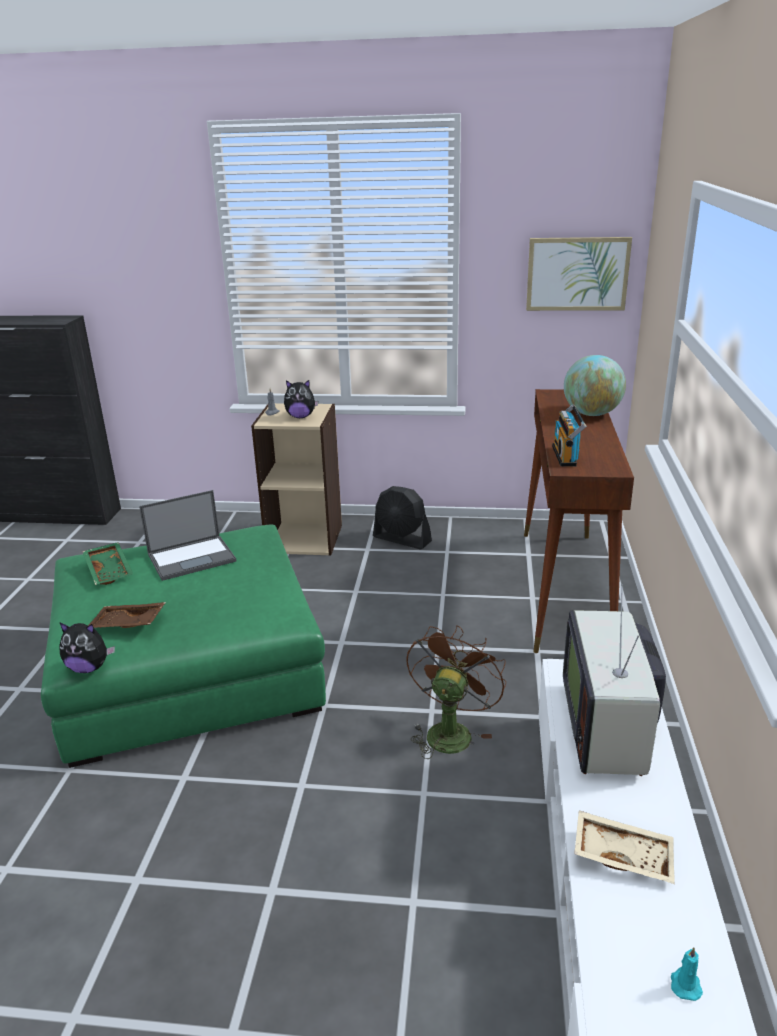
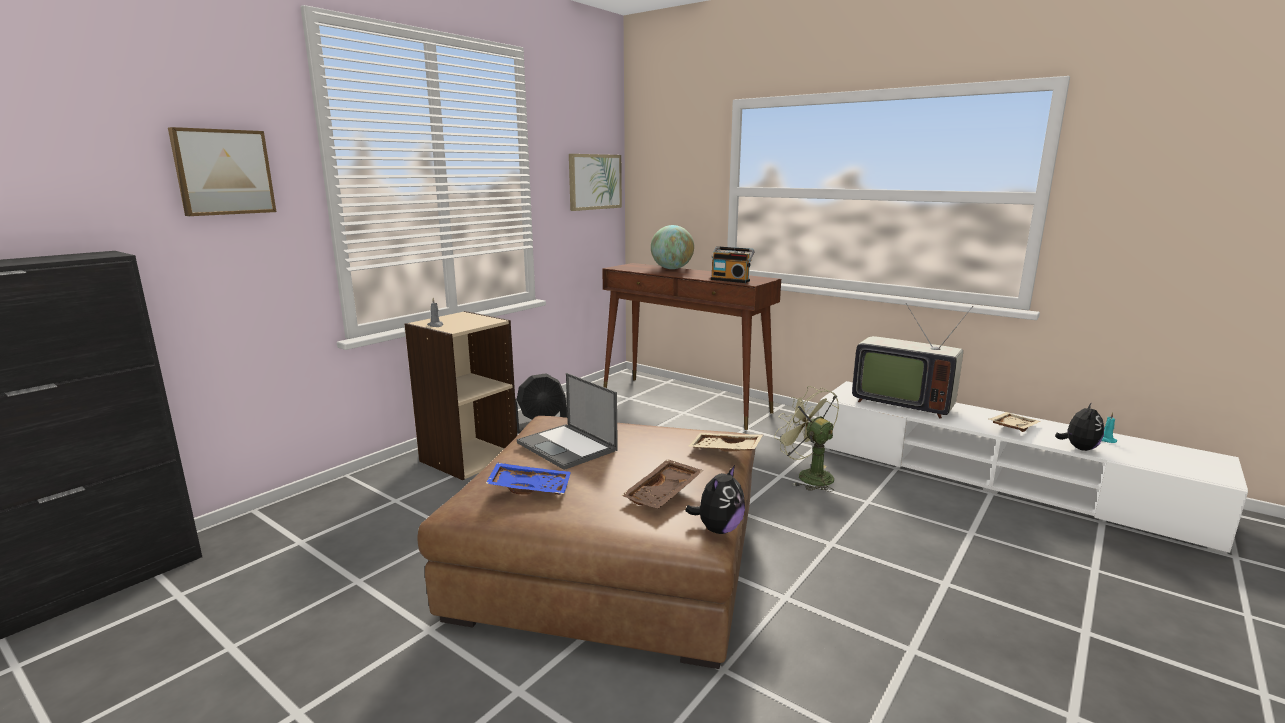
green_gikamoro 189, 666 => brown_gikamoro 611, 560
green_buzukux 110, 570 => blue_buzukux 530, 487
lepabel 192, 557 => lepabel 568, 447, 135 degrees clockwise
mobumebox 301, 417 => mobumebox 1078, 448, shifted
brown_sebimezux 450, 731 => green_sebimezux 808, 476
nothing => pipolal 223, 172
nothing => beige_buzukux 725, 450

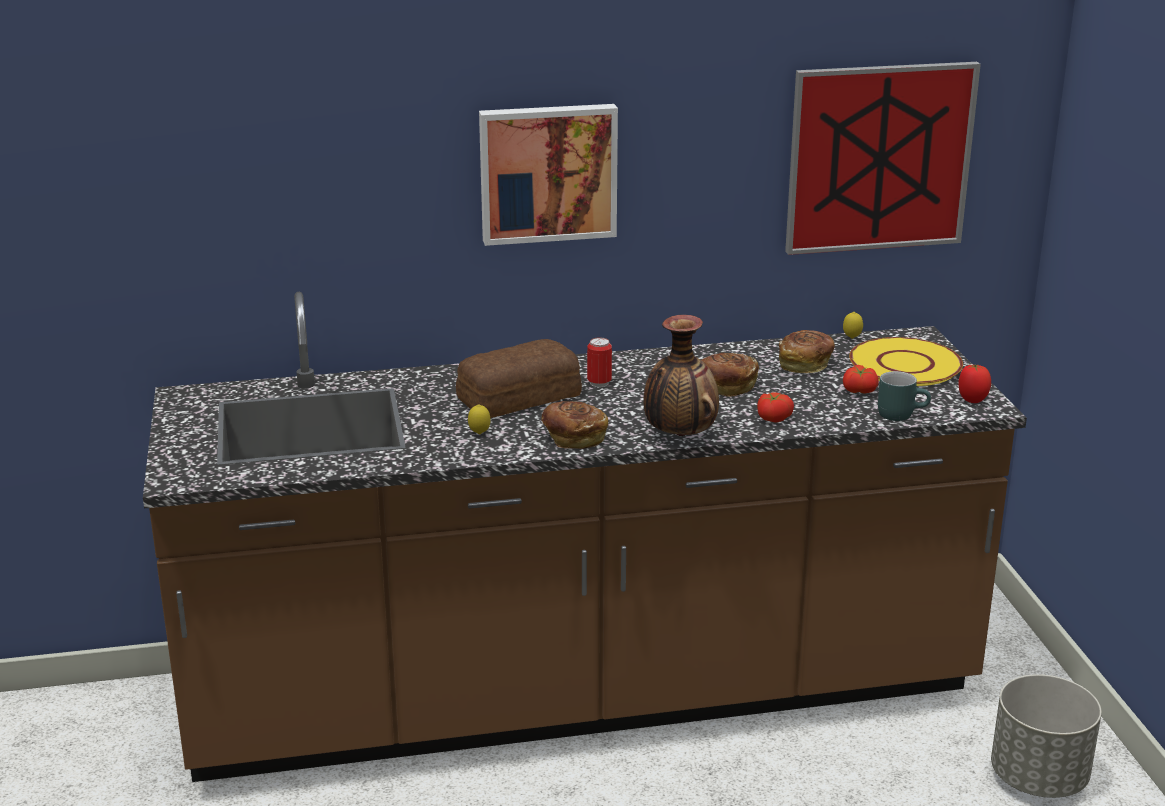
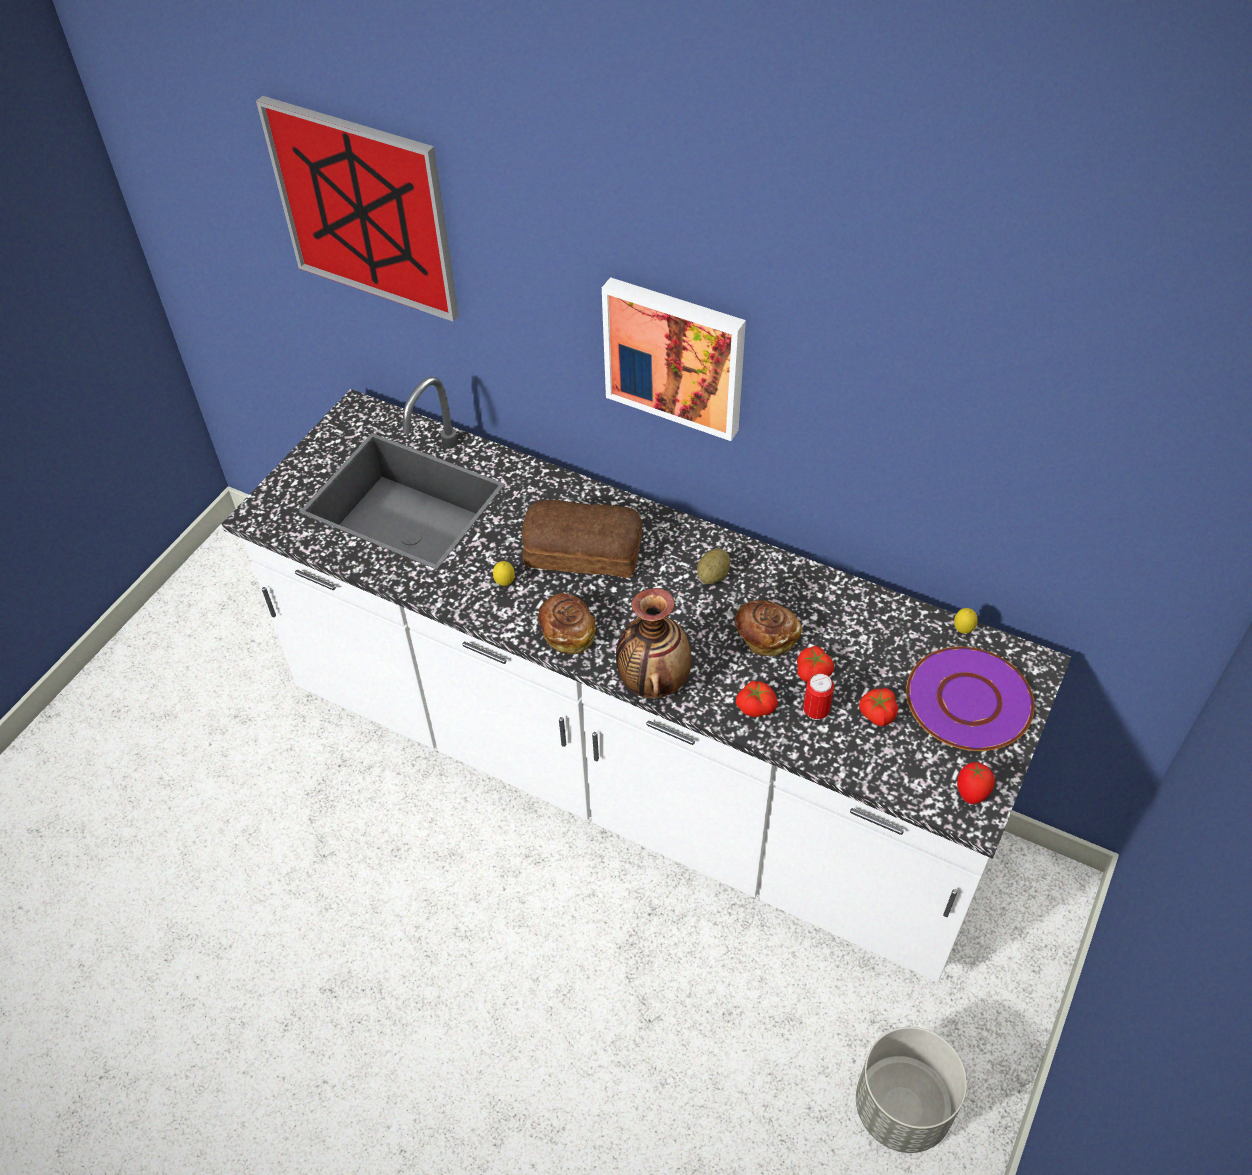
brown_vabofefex 582, 696 => white_vabofefex 631, 773
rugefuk 599, 383 => rugefuk 816, 711, shifted
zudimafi 805, 364 => nothing
pipolal 879, 158 => pipolal 364, 209, shifted
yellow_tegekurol 904, 364 => purple_tegekurol 968, 700
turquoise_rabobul 901, 413 => nothing
nothing => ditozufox 713, 576
nothing => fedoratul 814, 672

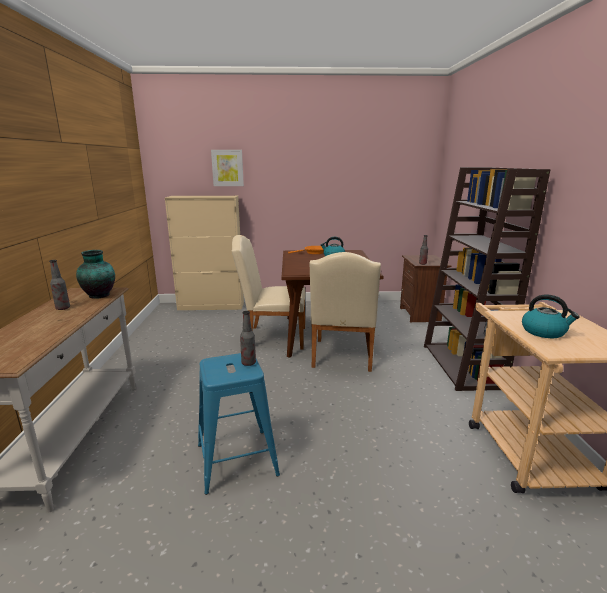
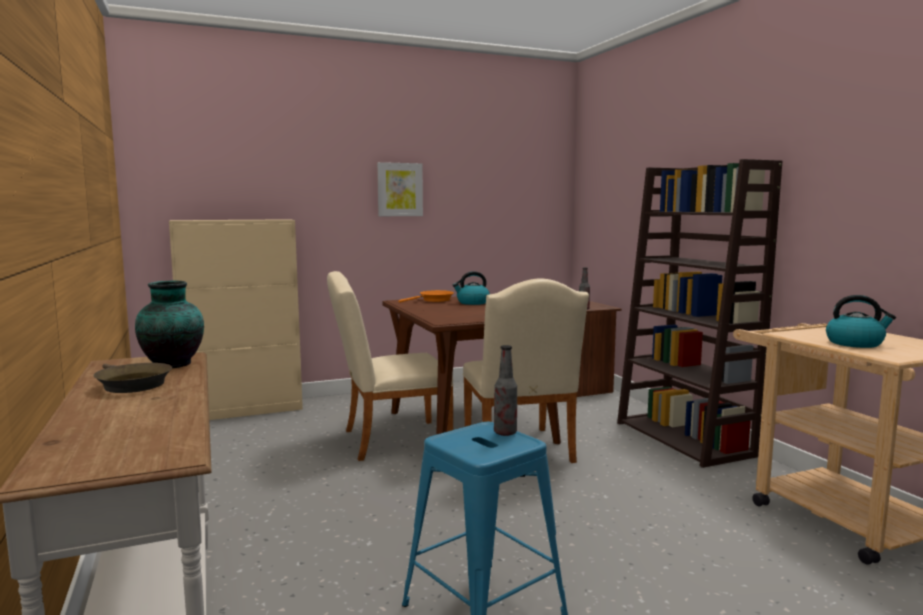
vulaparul 63, 308 => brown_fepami 131, 384
pipolal 227, 168 => pipolal 399, 189, shifted

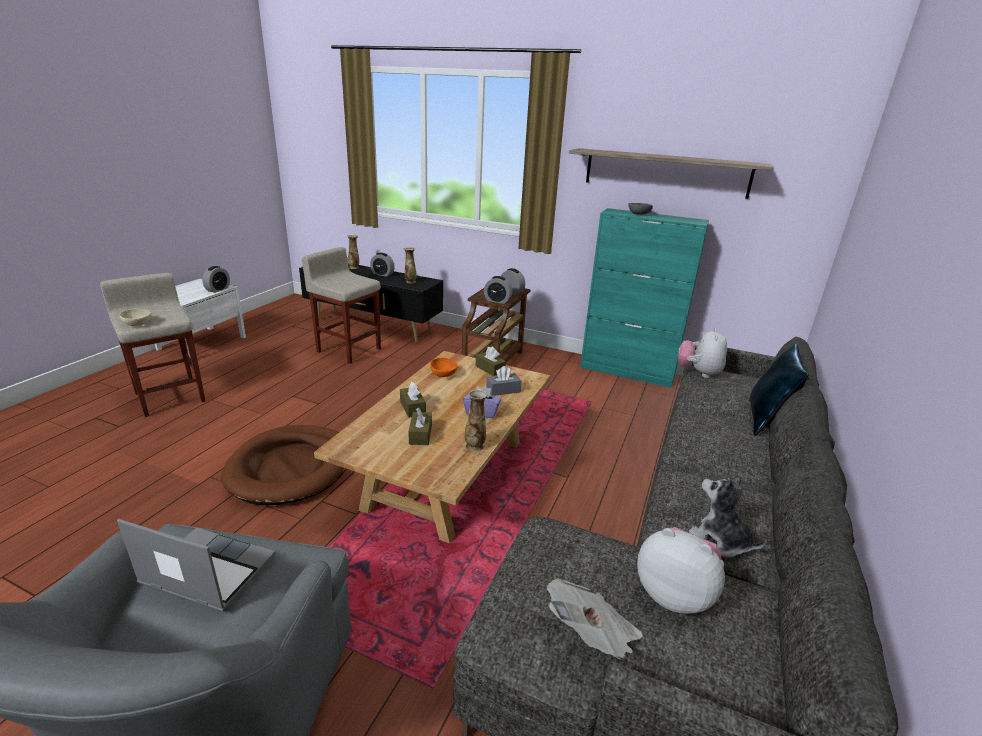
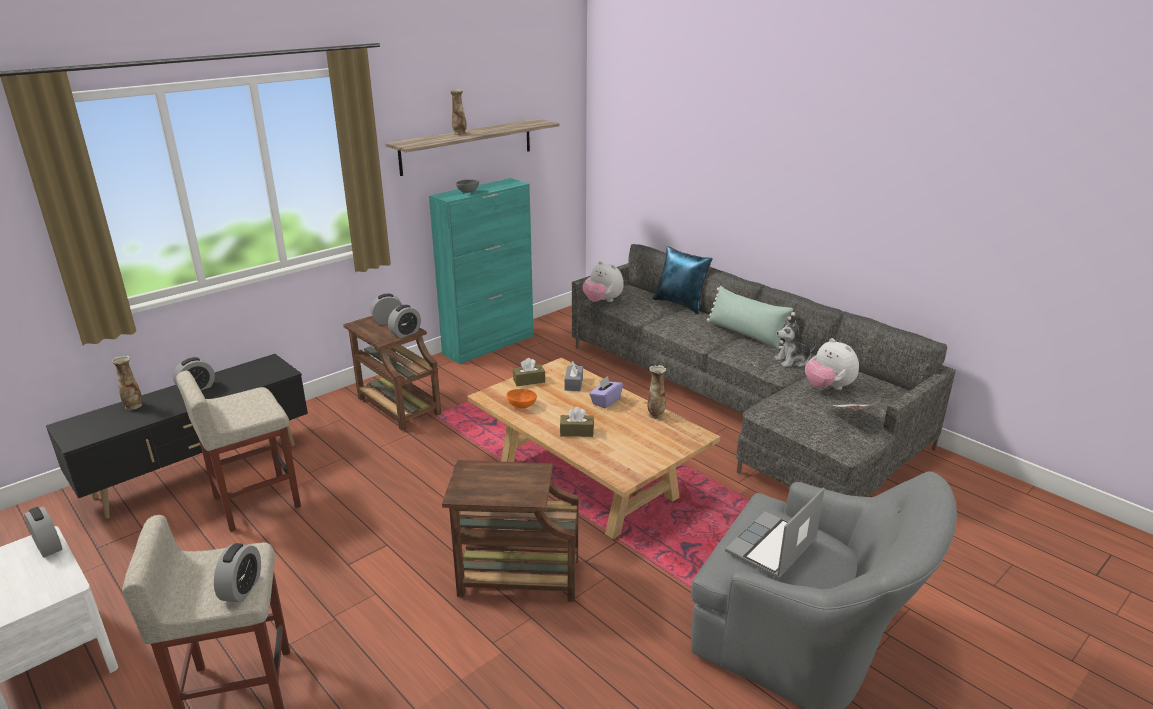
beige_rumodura 138, 324 => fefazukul 242, 589
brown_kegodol 291, 468 => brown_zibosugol 515, 577
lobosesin 410, 282 => lobosesin 459, 134, shifted
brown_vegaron 420, 434 => nothing
mobumebox 674, 593 => mobumebox 828, 387, 90 degrees counterclockwise
nothing => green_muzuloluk 745, 334

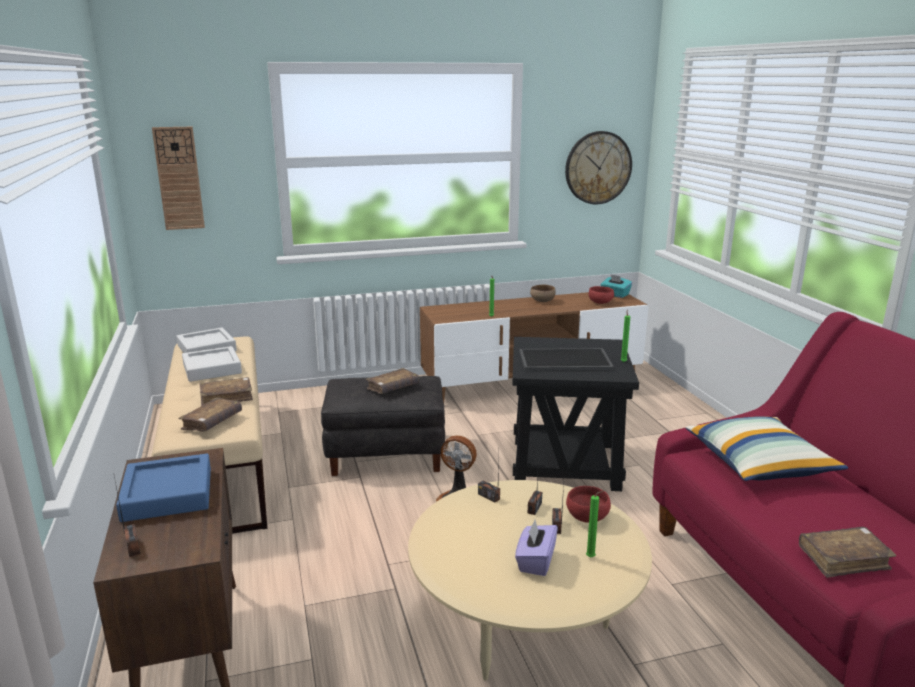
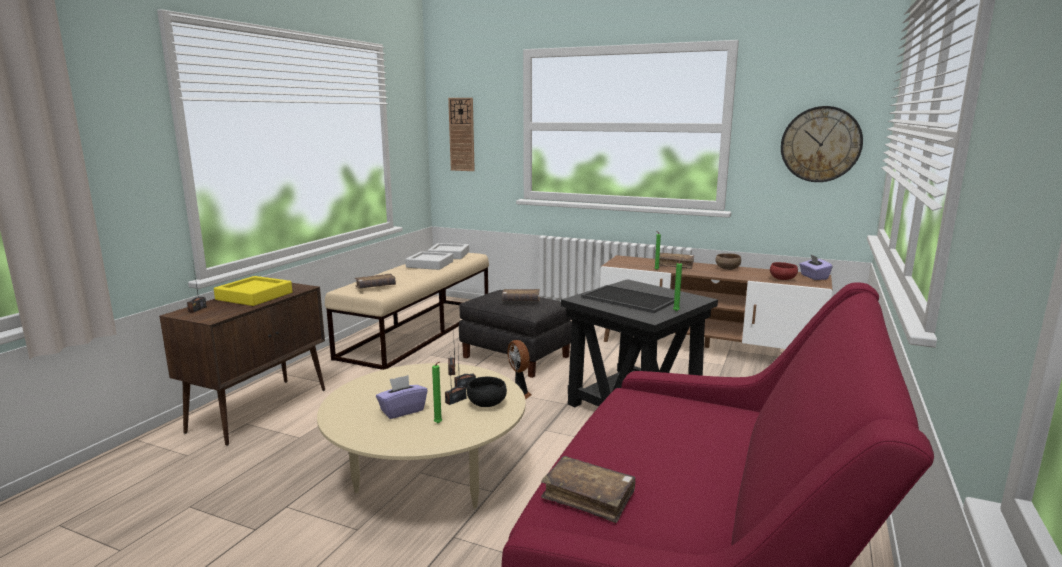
blue_buzukux 168, 494 => yellow_buzukux 254, 296
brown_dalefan 226, 397 => brown_dalefan 675, 265, shifted
red_rumodura 586, 516 => black_rumodura 487, 403
turquoise_vegaron 615, 295 => purple_vegaron 813, 277
muzuloluk 759, 464 => nothing

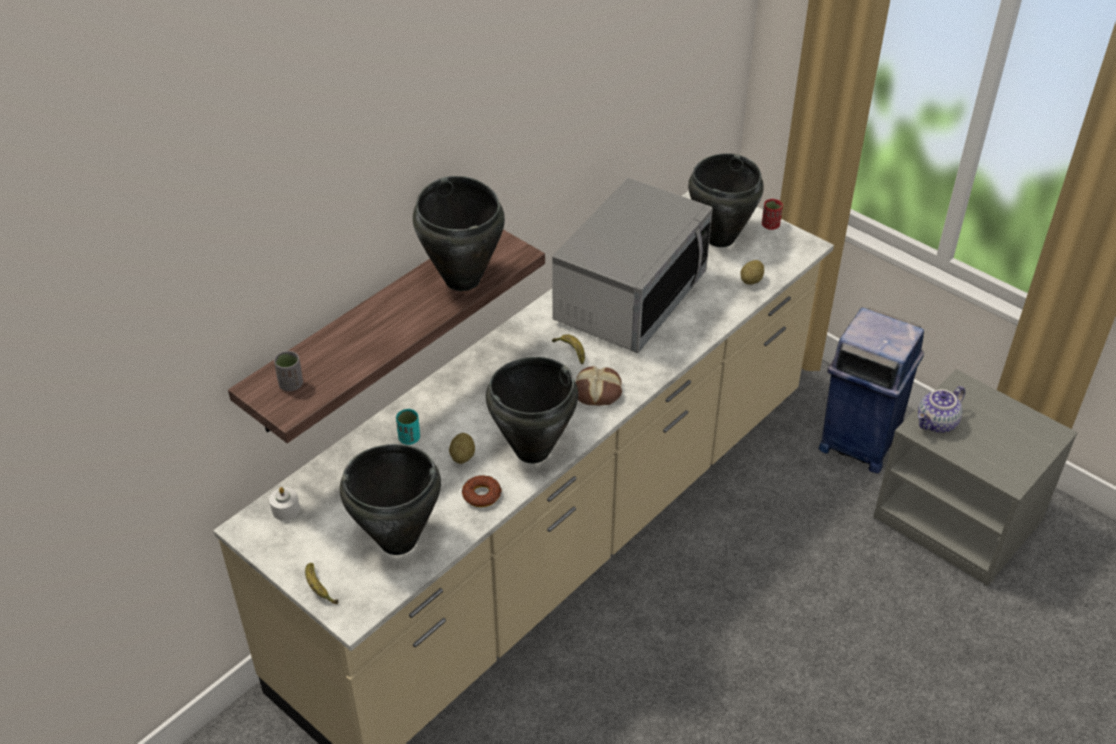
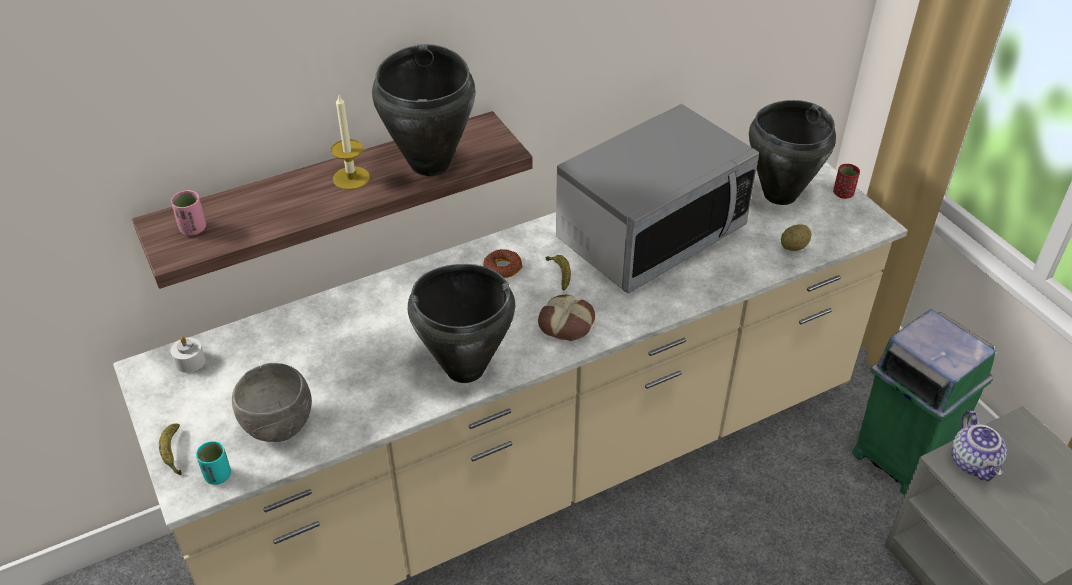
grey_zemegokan 291, 384 => pink_zemegokan 193, 229
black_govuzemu 399, 541 => grey_rumodura 278, 426
turquoise_zemegokan 409, 438 => turquoise_zemegokan 218, 475, shifted
ditozufox 462, 456 => nothing
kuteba 482, 495 => kuteba 503, 267, shifted
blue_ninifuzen 858, 441 => green_ninifuzen 900, 456
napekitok 937, 423 => napekitok 974, 463, 75 degrees counterclockwise
nothing => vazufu 351, 178

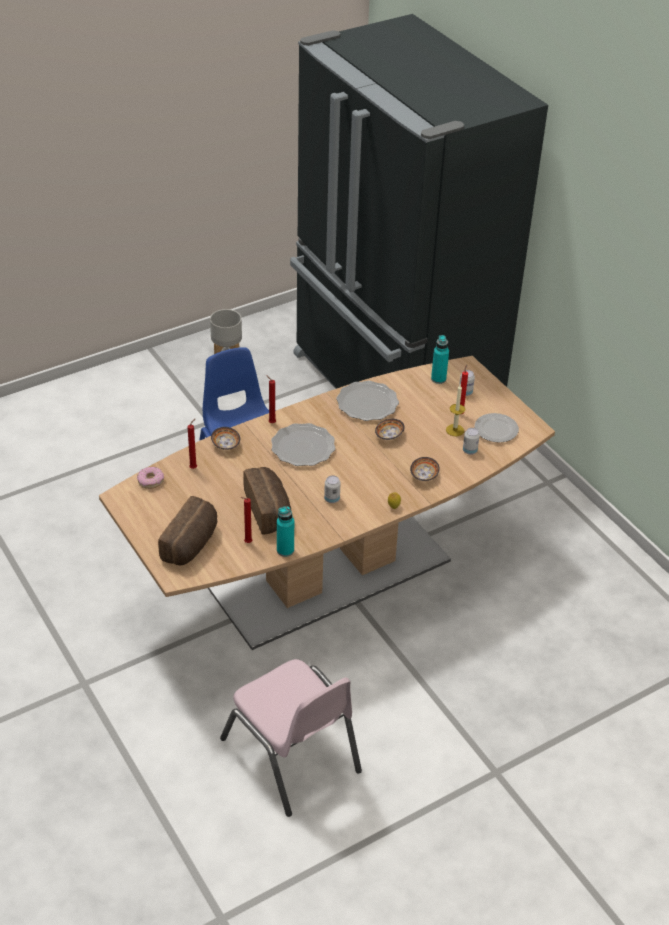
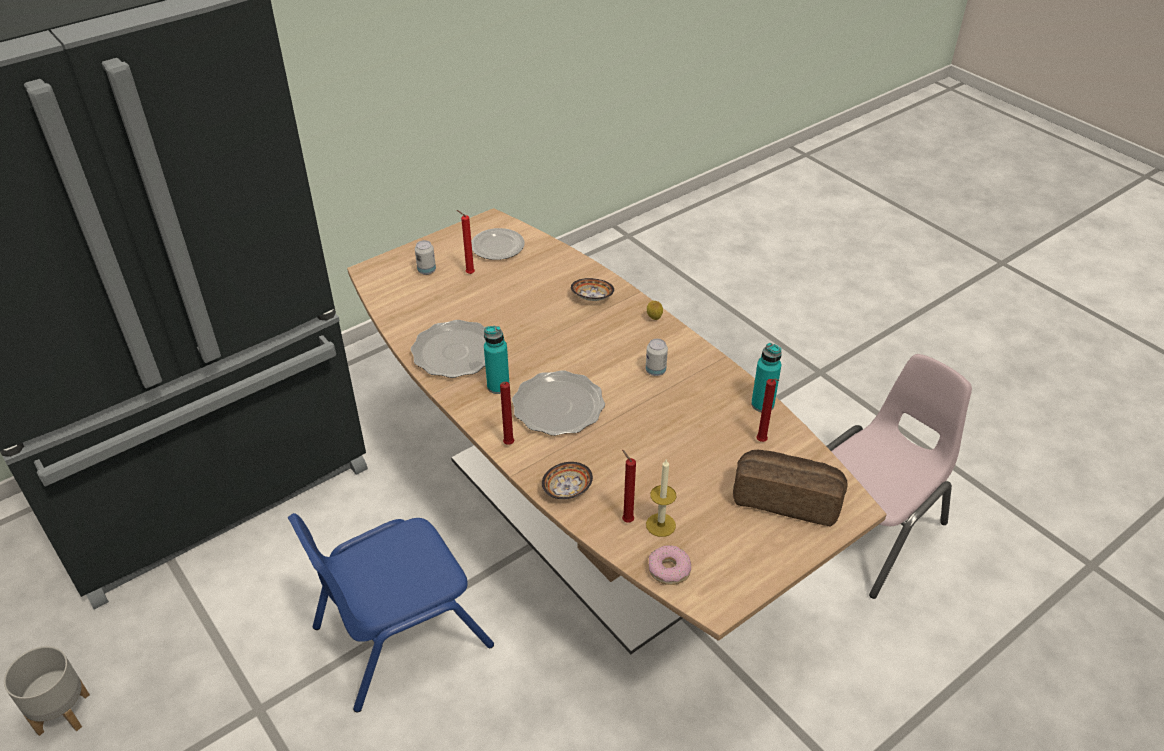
zudimafi 269, 510 => nothing
rumodura 389, 436 => nothing
turquoise_vulaparul 438, 379 => turquoise_vulaparul 498, 386, shifted
vazufu 455, 430 => vazufu 660, 525, shifted
rugefuk 469, 451 => nothing

